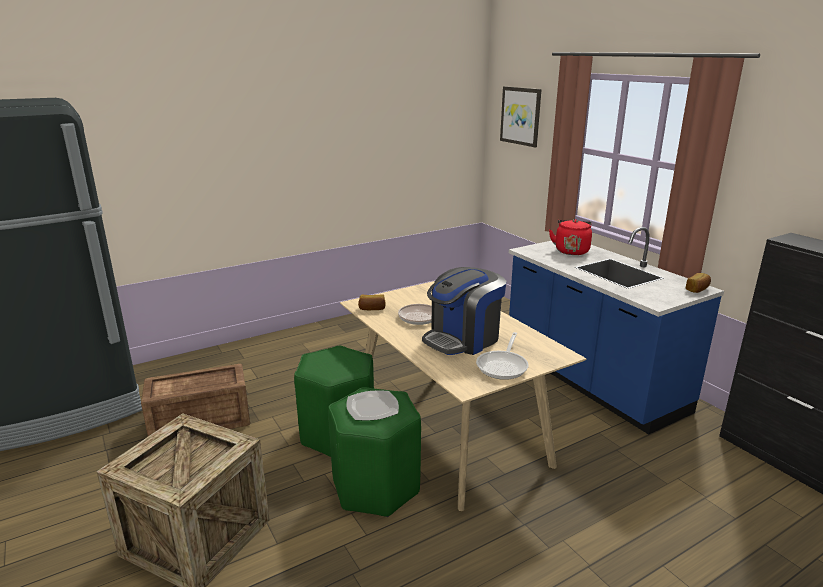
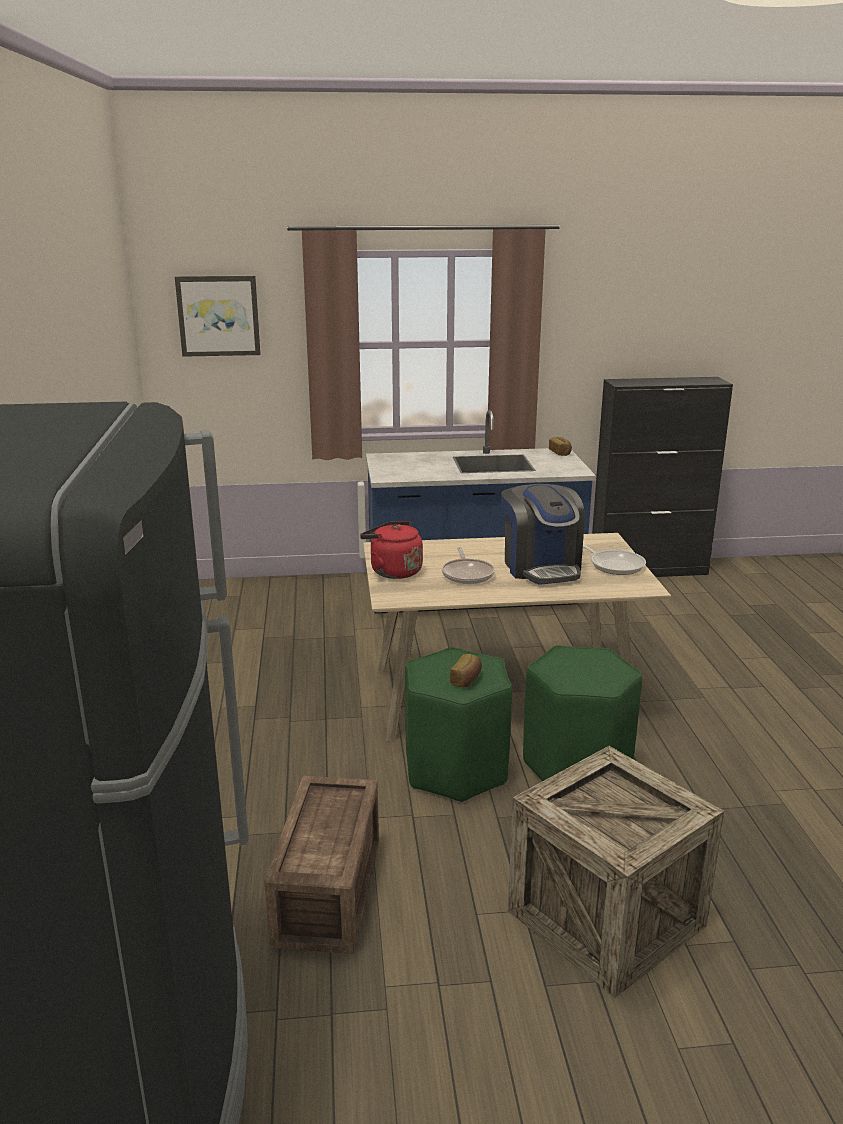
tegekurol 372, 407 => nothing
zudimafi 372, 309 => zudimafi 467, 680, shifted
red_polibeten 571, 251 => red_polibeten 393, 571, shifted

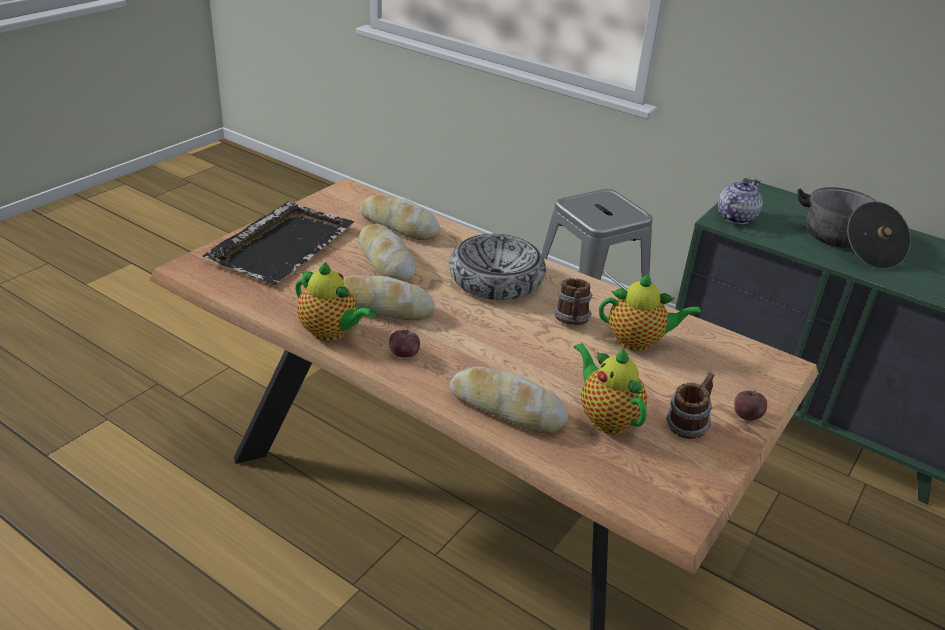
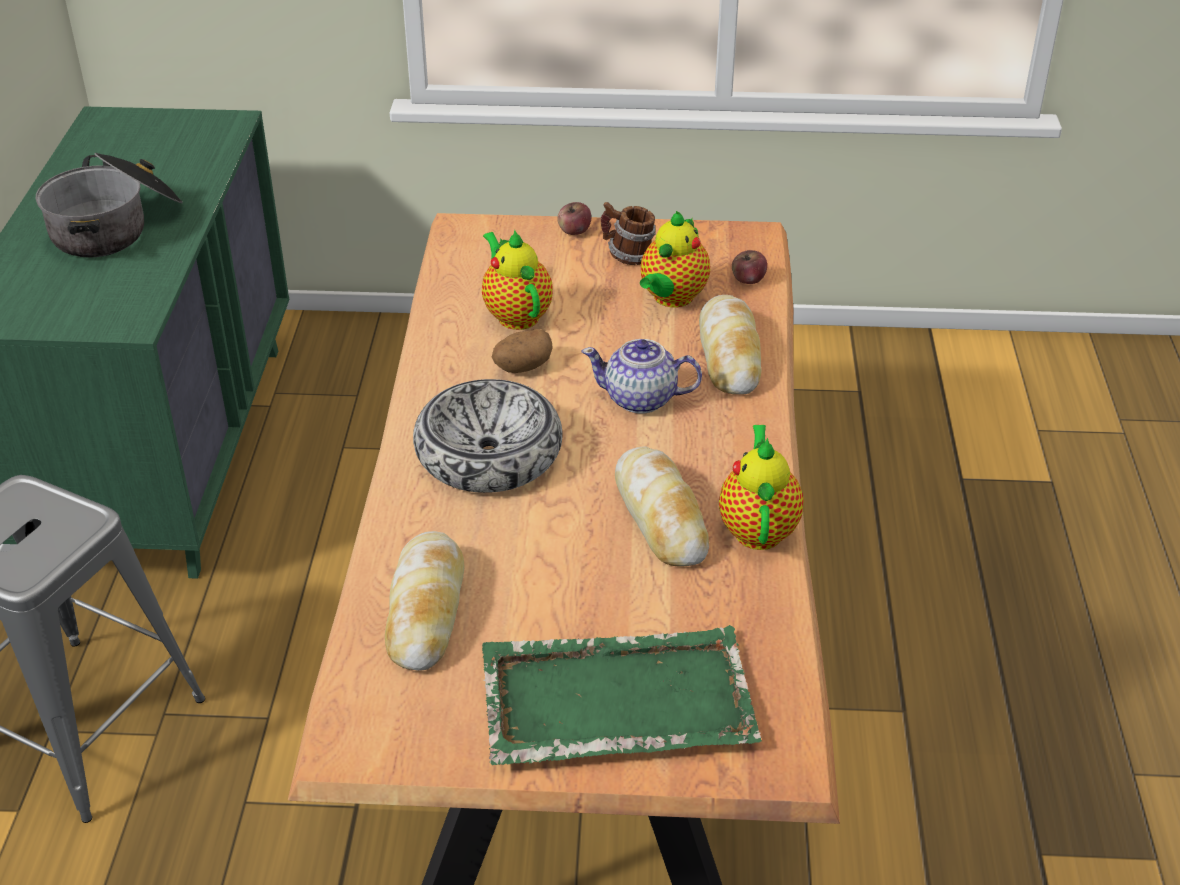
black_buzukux 283, 245 => green_buzukux 614, 701
zudimafi 385, 261 => nothing
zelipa 404, 354 => zelipa 748, 280, shifted
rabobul 572, 321 => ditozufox 522, 367
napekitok 735, 217 => napekitok 641, 399, shifted

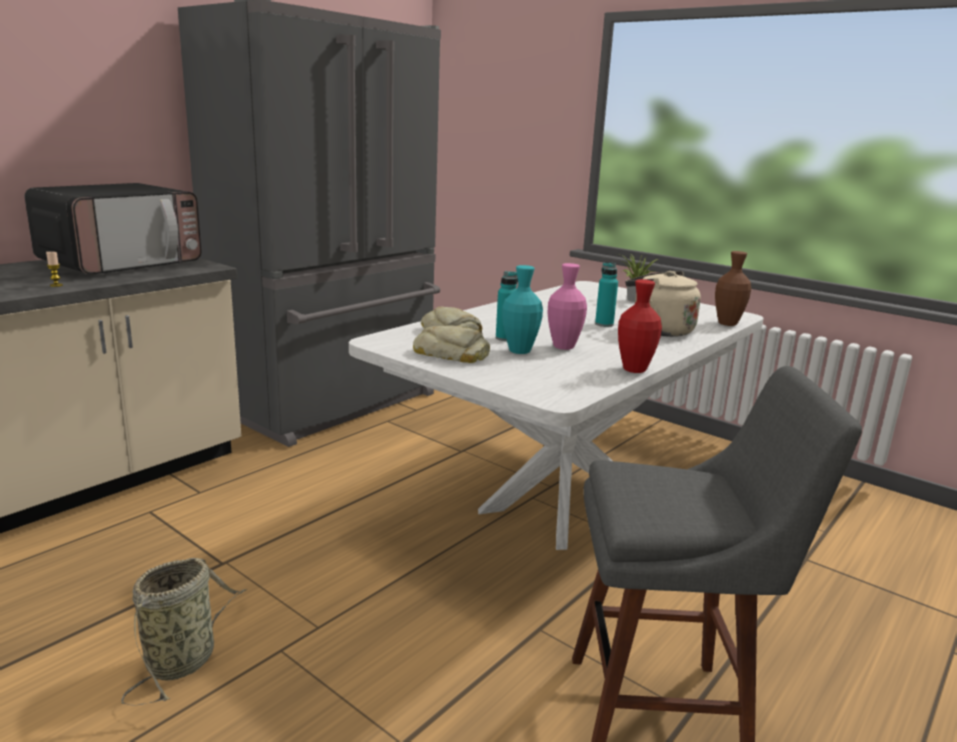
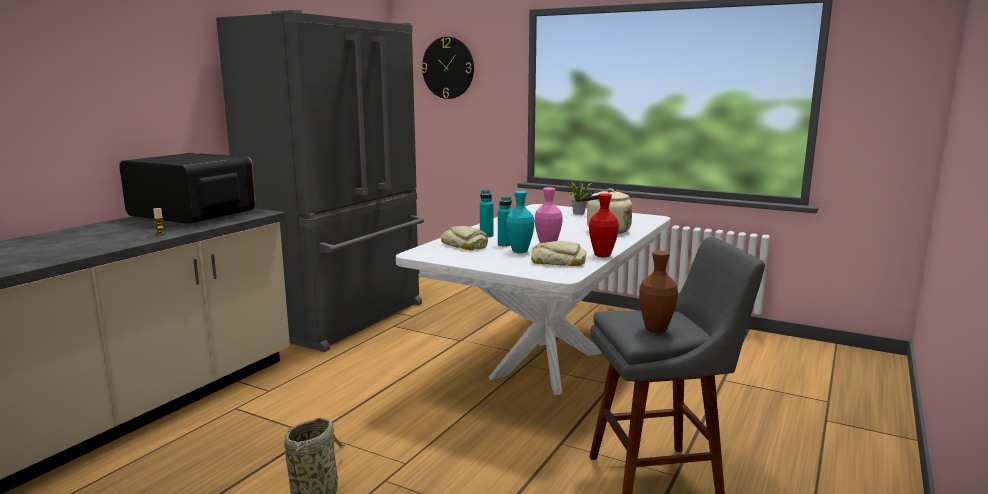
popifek 122, 263 => popifek 192, 215, 90 degrees counterclockwise
zudimafi 451, 354 => zudimafi 558, 262, shifted
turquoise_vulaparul 604, 324 => turquoise_vulaparul 486, 235, shifted
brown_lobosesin 727, 324 => brown_lobosesin 656, 330, shifted
nothing => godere 448, 68

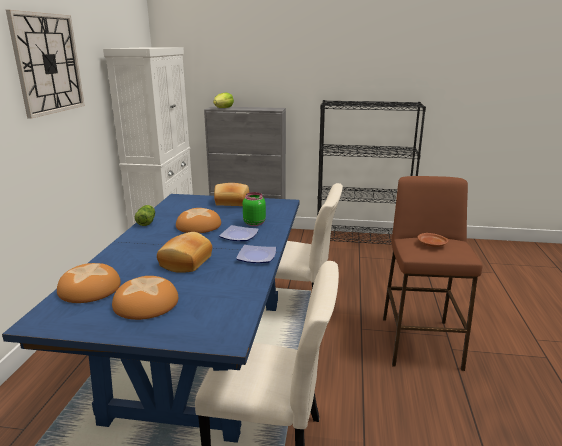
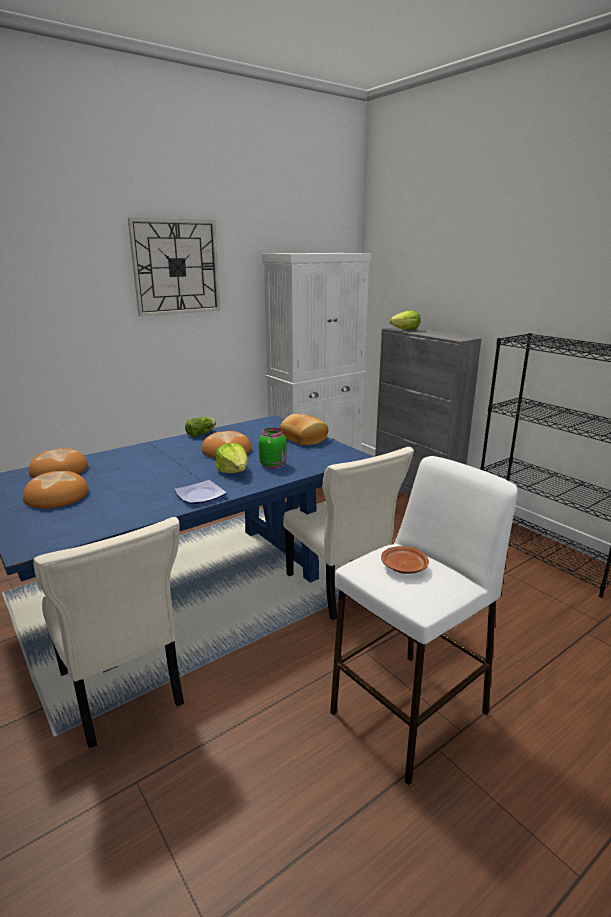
zudimafi 184, 262 => nothing
tegekurol 239, 235 => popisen 233, 471
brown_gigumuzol 420, 342 => white_gigumuzol 410, 712

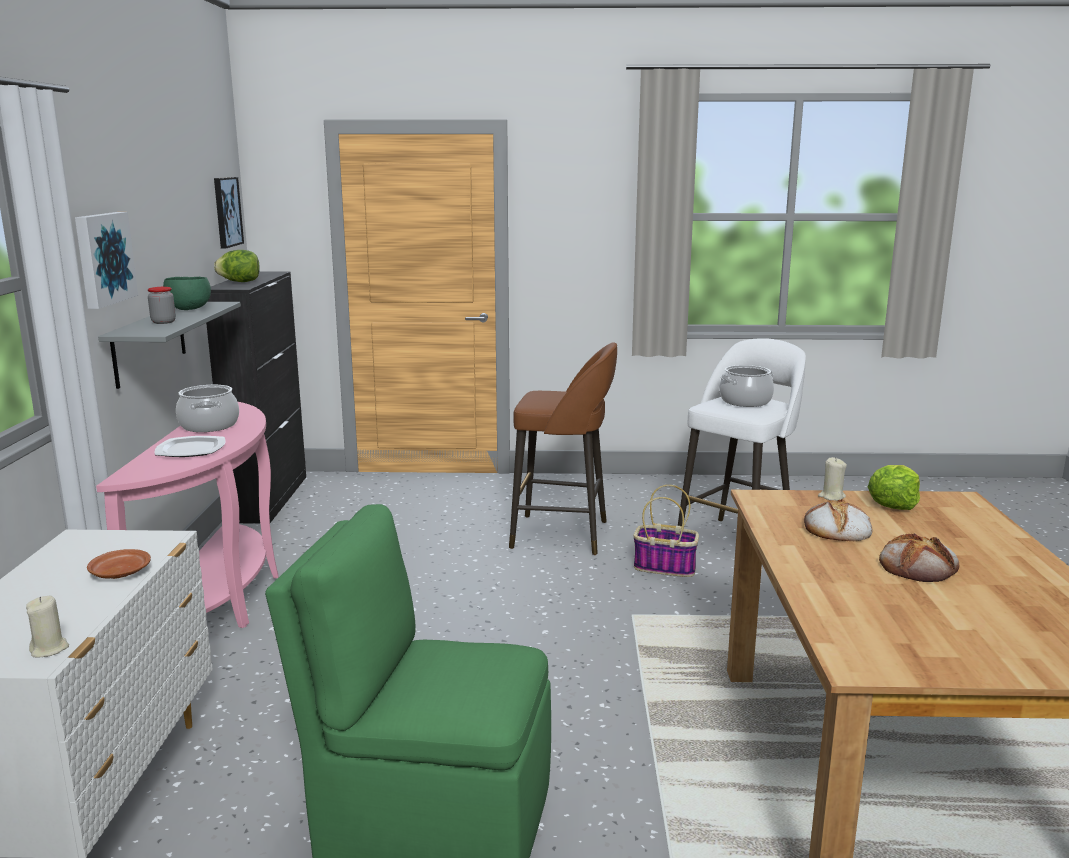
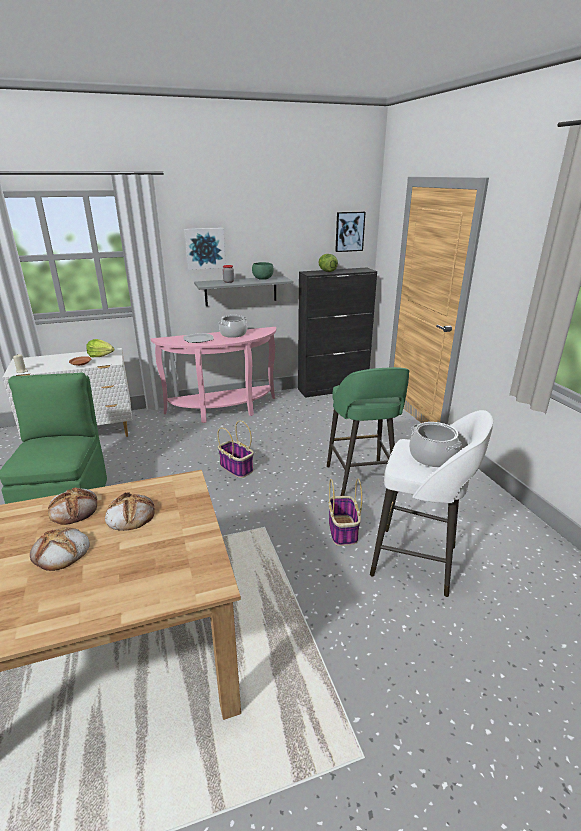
brown_gigumuzol 563, 535 => green_gigumuzol 361, 480
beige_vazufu 831, 496 => nothing
popisen 893, 503 => popisen 101, 355, shifted
nothing => zudimafi 74, 509
nothing => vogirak 237, 468

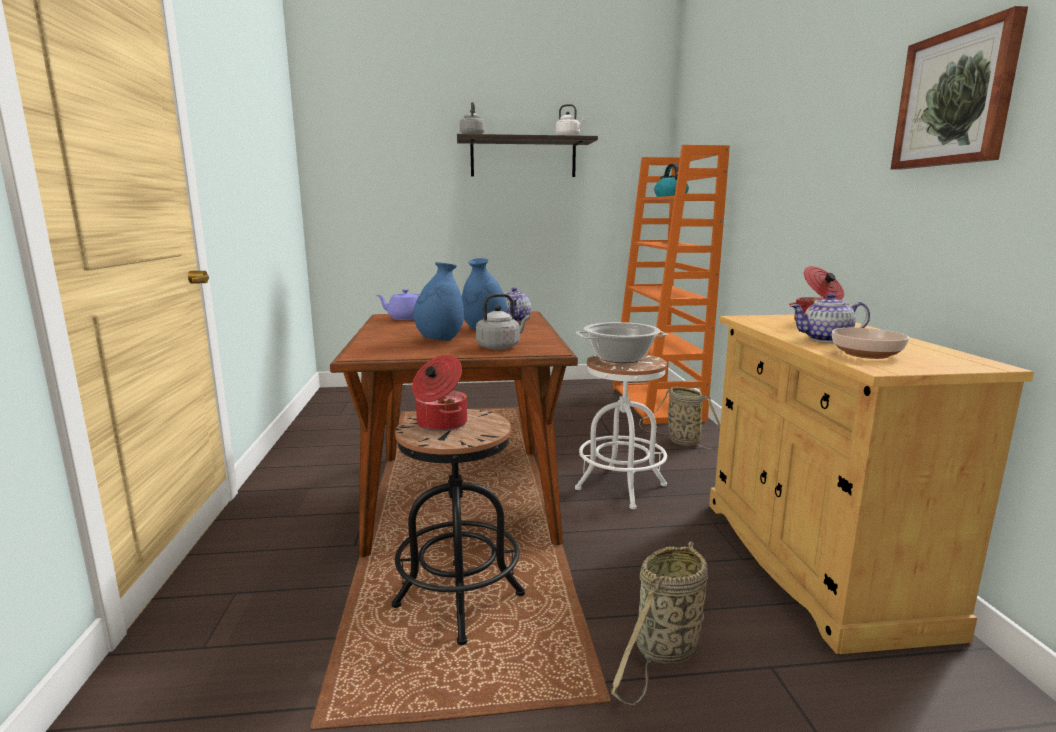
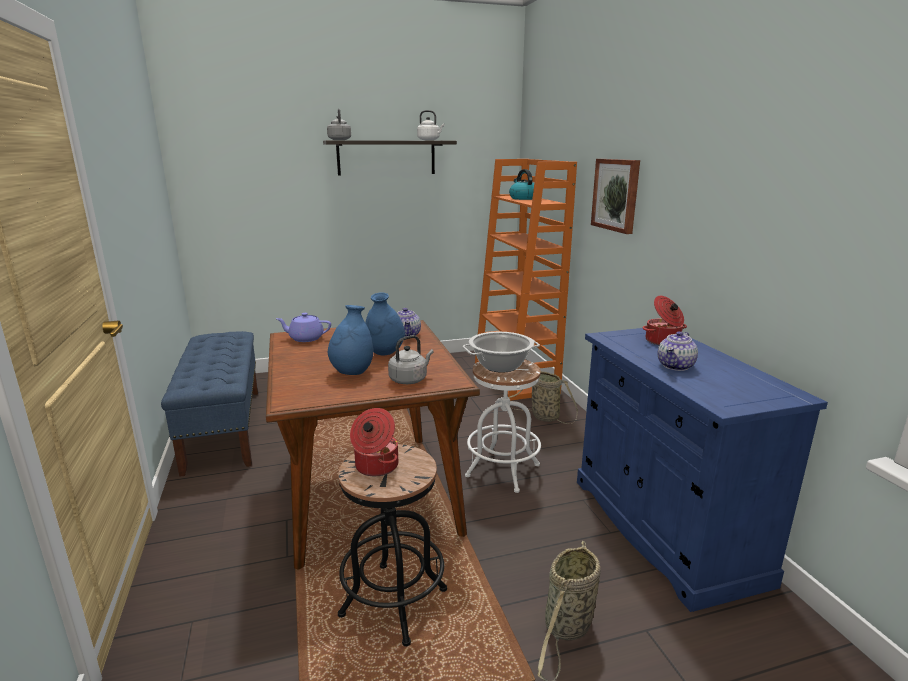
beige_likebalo 814, 561 => blue_likebalo 663, 528
napekitok 826, 339 => napekitok 676, 366, 45 degrees counterclockwise
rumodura 865, 354 => nothing
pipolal 956, 98 => pipolal 616, 194, shifted
nothing => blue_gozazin 224, 428

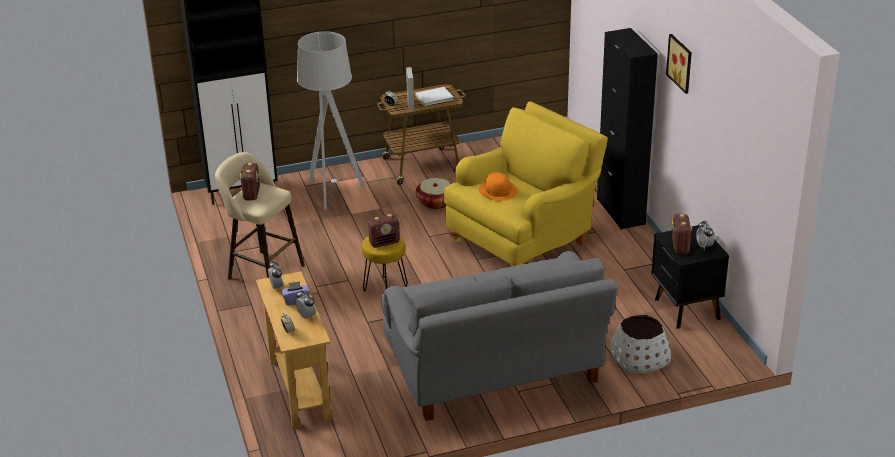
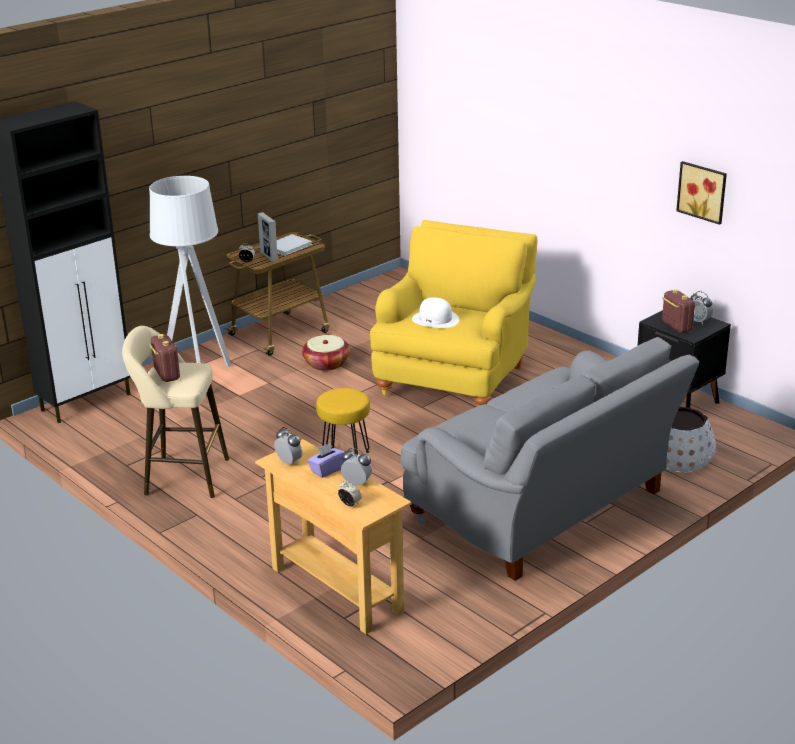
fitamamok 384, 243 => nothing
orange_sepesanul 497, 191 => white_sepesanul 435, 319
black_likebalo 620, 211 => nothing
pipolal 681, 63 => pipolal 703, 191, shifted

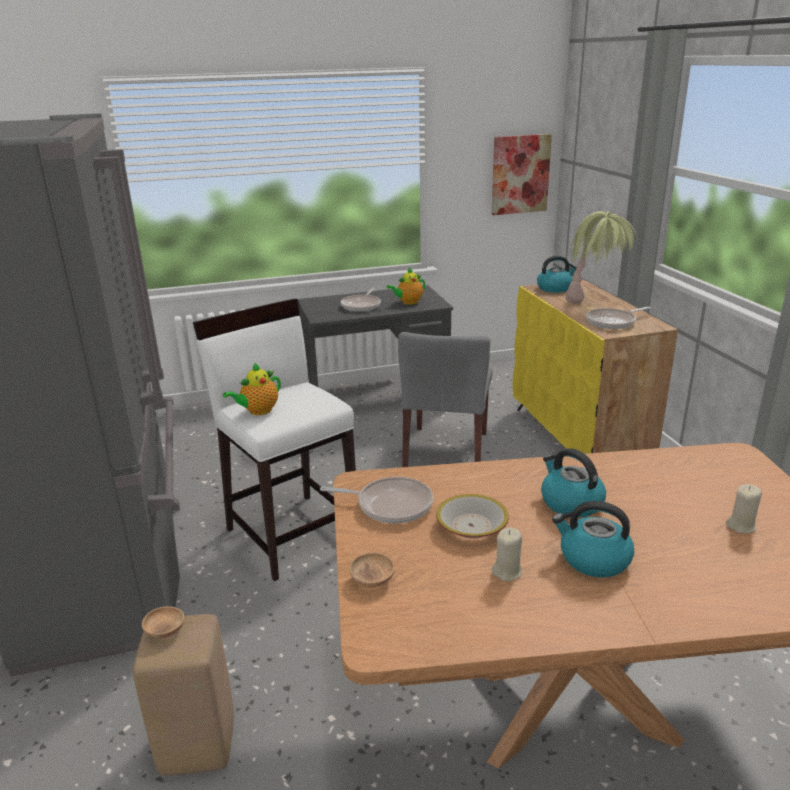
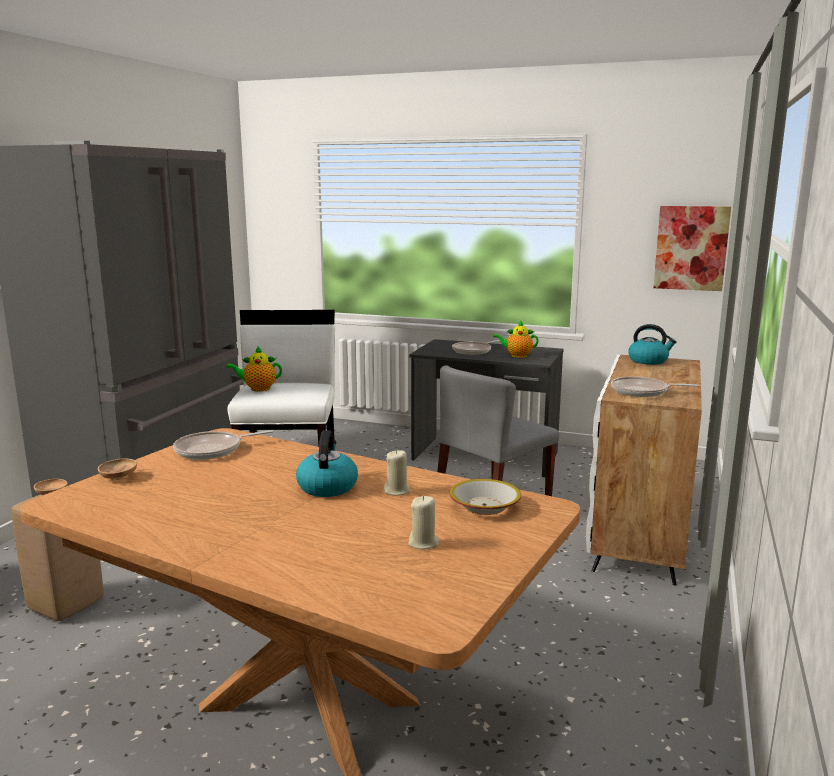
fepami 390, 505 => fepami 212, 450, 105 degrees clockwise
rumodura 471, 526 => rumodura 484, 506, shifted
beige_vazufu 507, 572 => beige_vazufu 397, 491, shifted
yellow_likebalo 579, 438 => white_likebalo 640, 535
polibeten 593, 559 => nothing
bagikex 595, 301 => nothing

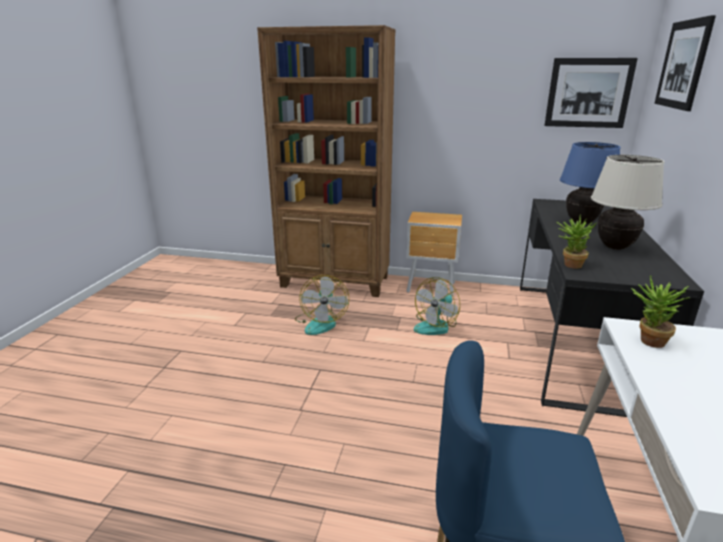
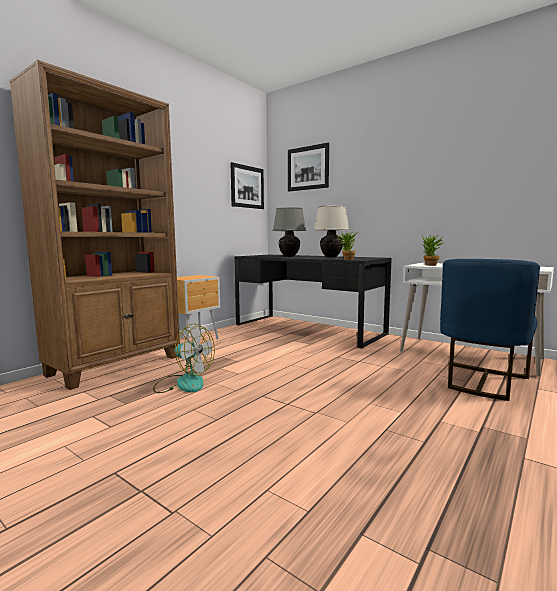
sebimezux 436, 325 => nothing
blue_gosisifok 581, 222 => grey_gosisifok 289, 256

